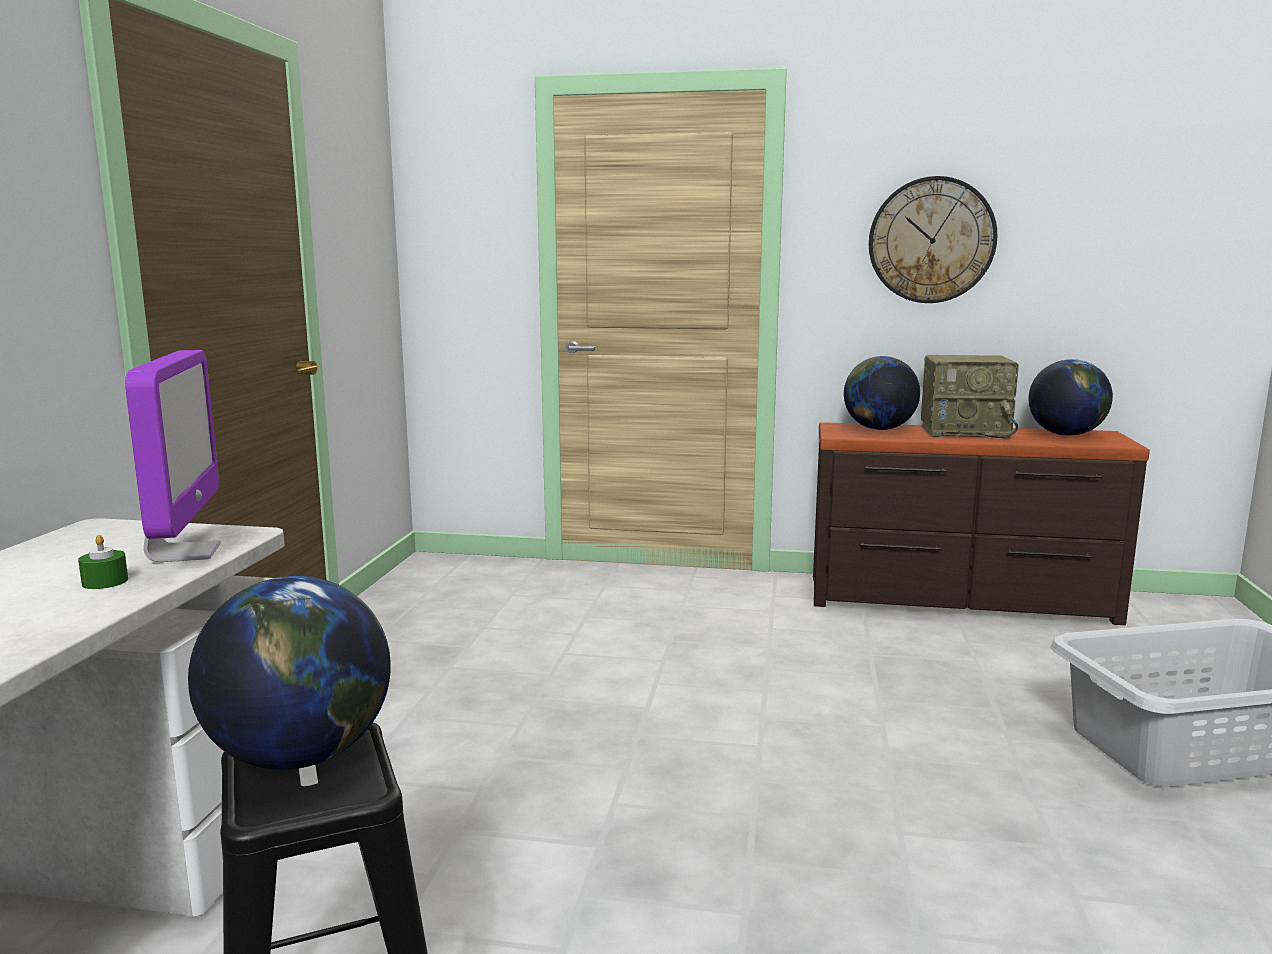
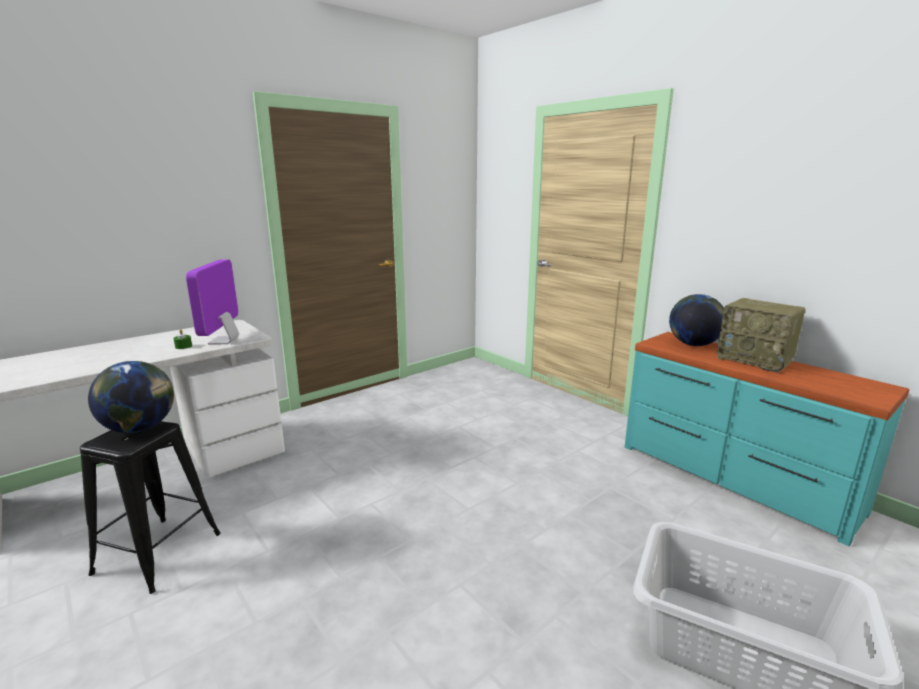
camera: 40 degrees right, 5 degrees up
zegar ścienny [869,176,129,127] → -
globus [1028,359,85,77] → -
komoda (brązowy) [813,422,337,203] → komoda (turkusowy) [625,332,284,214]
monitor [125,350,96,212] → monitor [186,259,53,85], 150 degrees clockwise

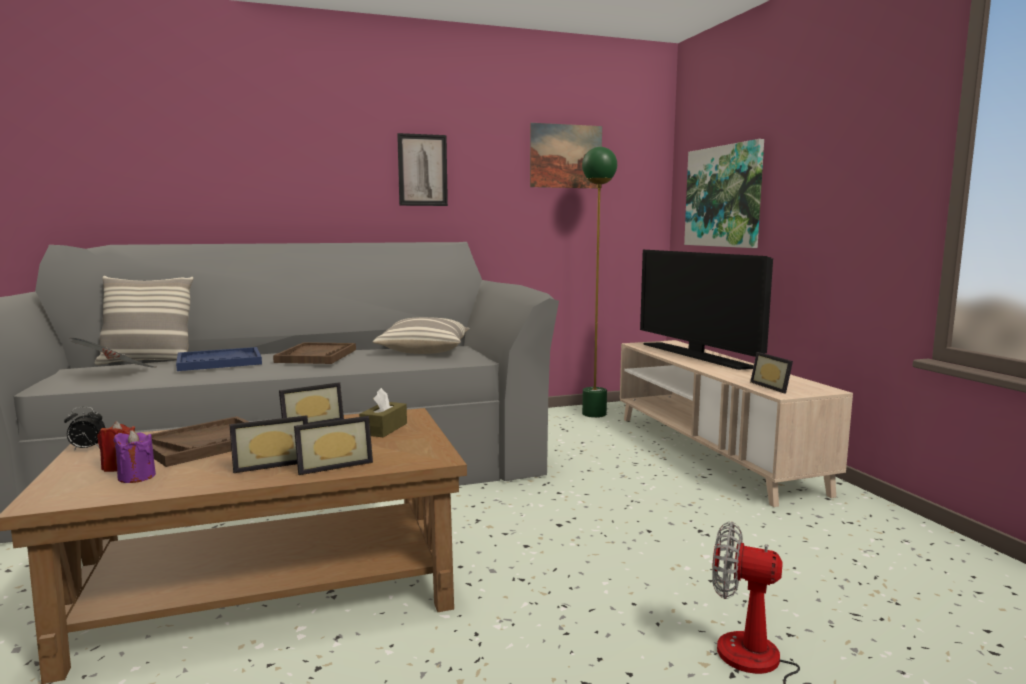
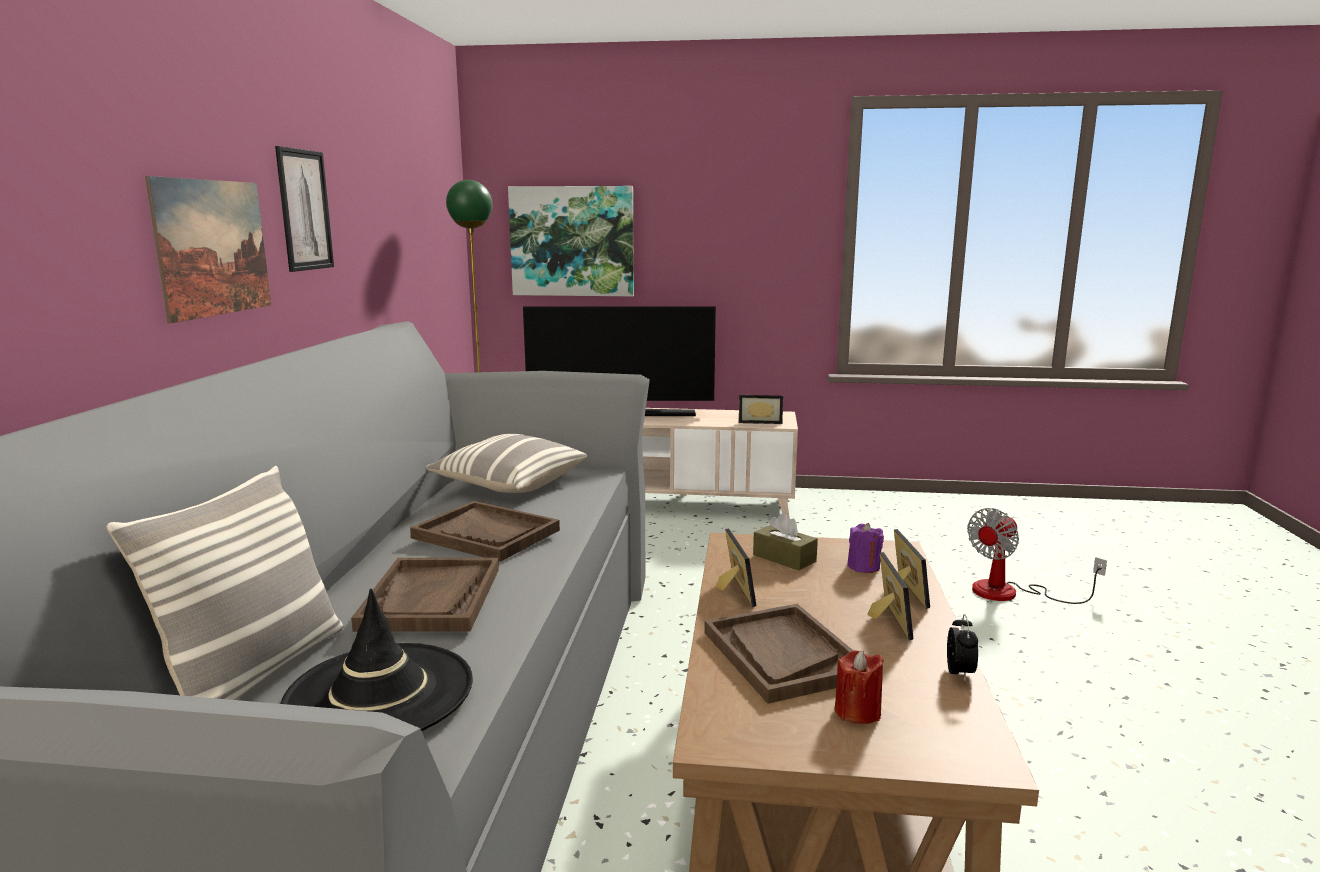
camera: 65 degrees left, 5 degrees up
budzik [64,407,42,43] → budzik [947,614,31,68], relocated
świeca (fioletowy) [113,430,43,53] → świeca (fioletowy) [847,523,37,50], relocated
obraz [530,123,72,65] → obraz [145,176,126,147], relocated
gazeta [70,338,85,30] → kapelusz (czarny) [280,588,193,143]
taca (niebieski) [176,347,86,24] → taca (brązowy) [351,558,148,73]

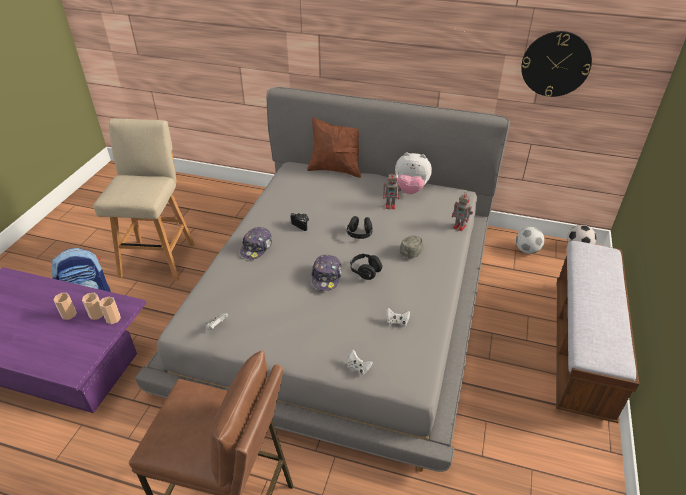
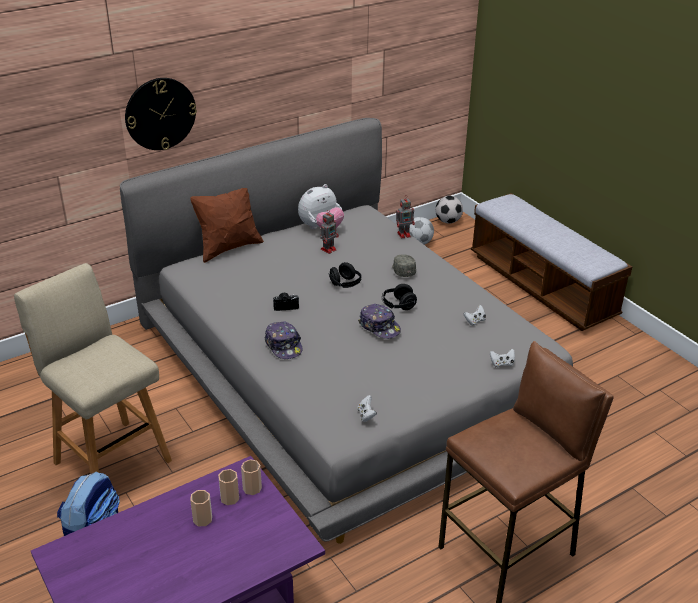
camera: 50 degrees left, 5 degrees down
zegar ścienny [521,31,71,66] → zegar ścienny [125,78,72,72], relocated

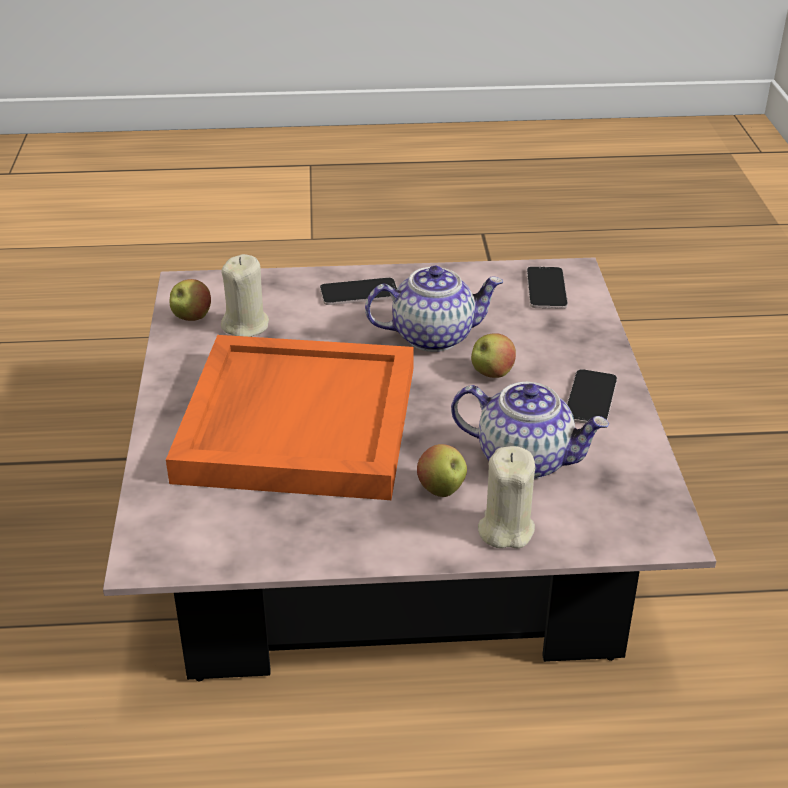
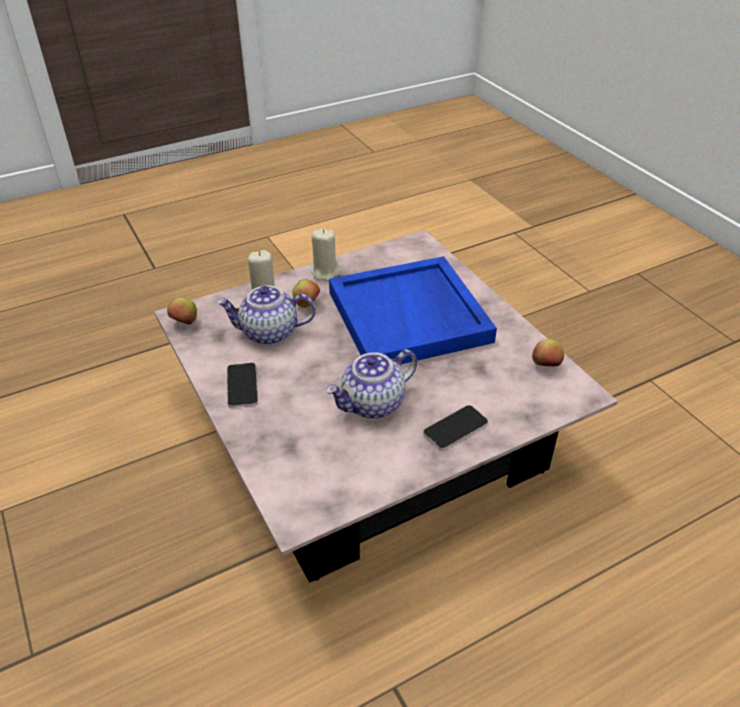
camera: 155 degrees right, 5 degrees up
telefon [526,266,42,43] → -
świeca (beżowy) [221,254,48,83] → świeca (beżowy) [311,229,29,52], relocated
jabłko [471,333,45,45] → jabłko [167,297,30,28], relocated
taca (pomarańczowy) [166,335,248,165] → taca (niebieski) [329,256,168,108]

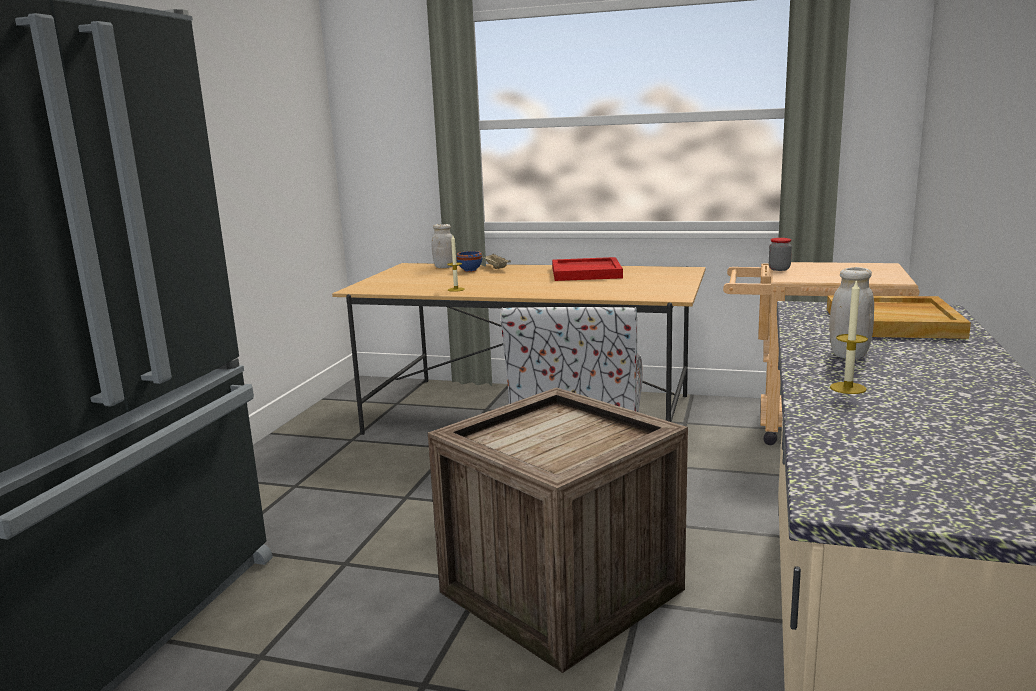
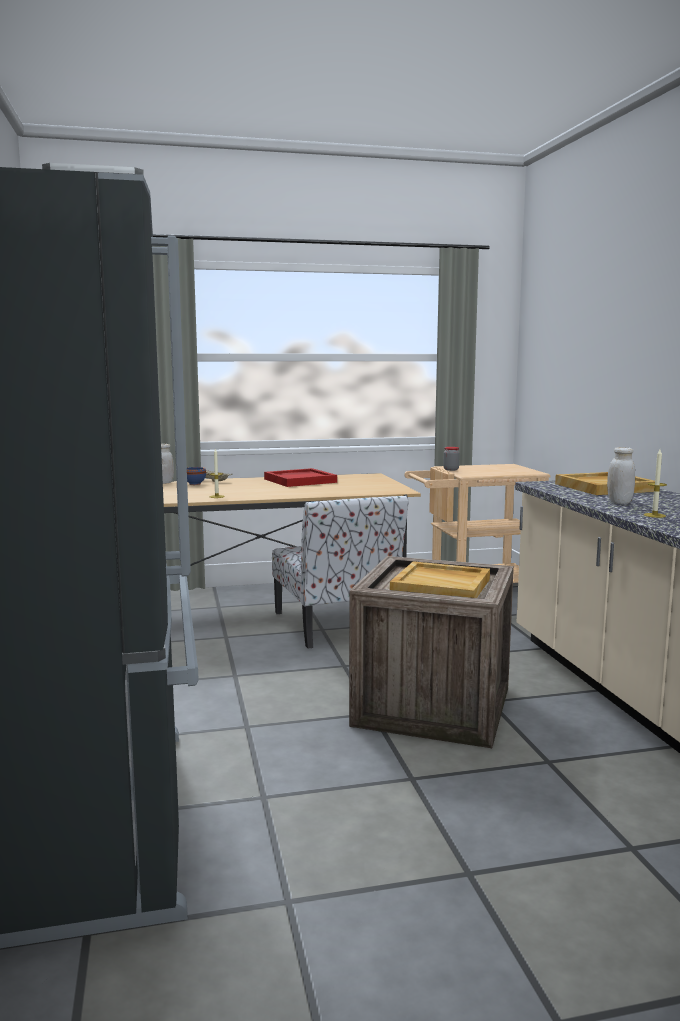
camera: 30 degrees left, 5 degrees down
- → taca (beżowy) [390,561,100,37]

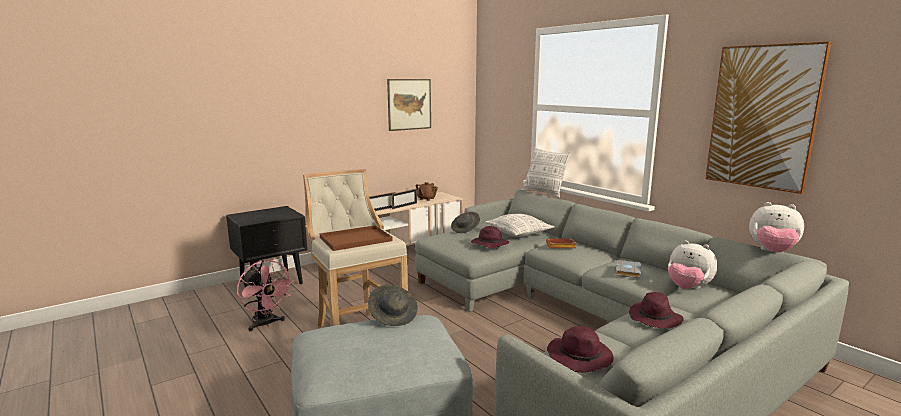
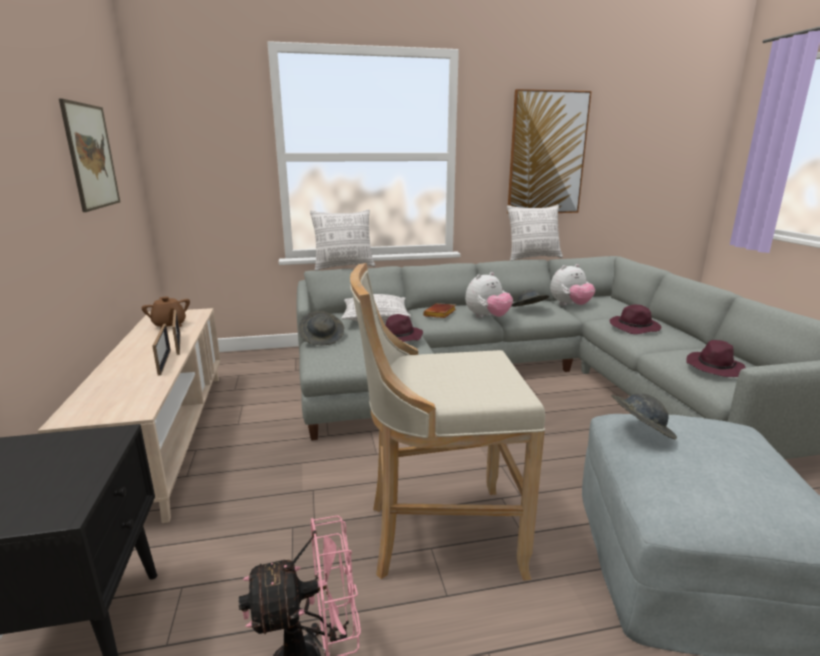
camera: 65 degrees left, 5 degrees up
taca (brązowy) [320,225,73,26] → -
- → poduszka [507,205,56,56]
pluszak [749,202,55,50] → pluszak [465,272,48,46], relocated
książka (szary) [615,260,27,18] → kapelusz (szary) [512,290,37,17]

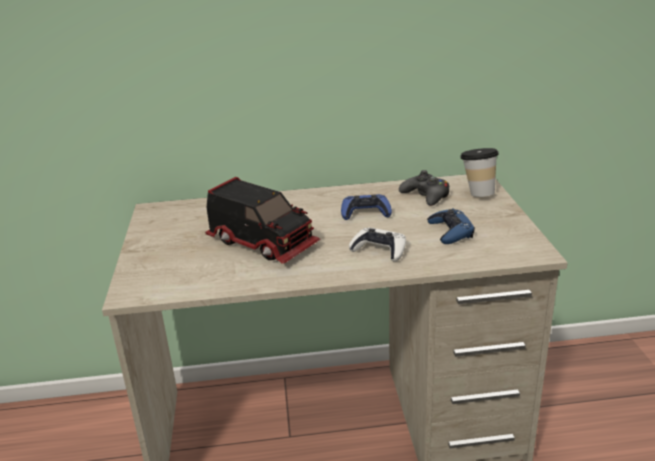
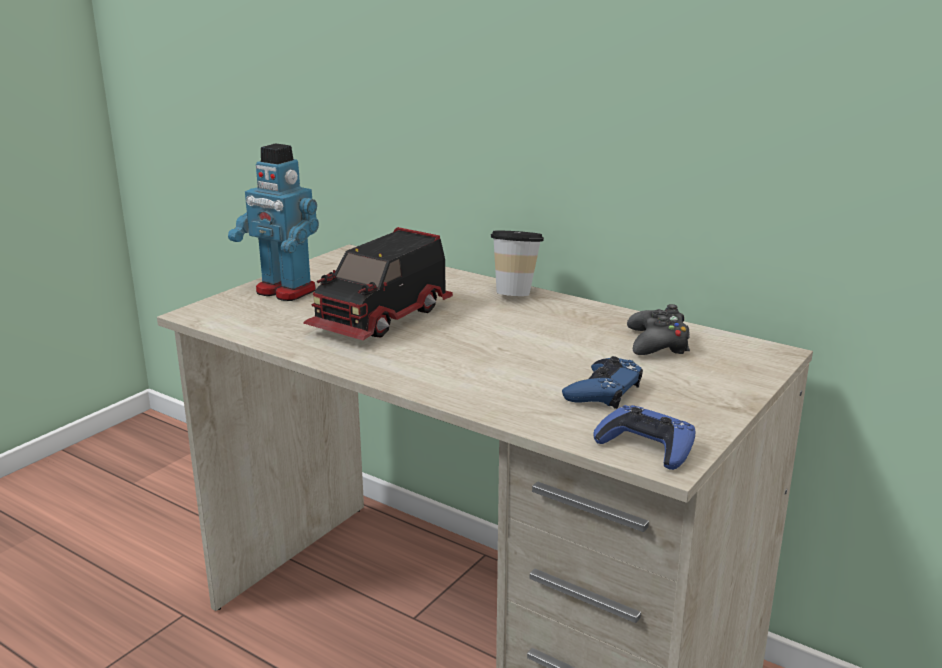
camera: 40 degrees right, 5 degrees down
pad do gier (biały) [349,227,57,34] → -
- → robot zabawkowy [228,143,91,158]
pad do gier (niebieski) [341,194,51,26] → pad do gier (niebieski) [593,405,102,65], relocated
filiżanka [460,148,39,49] → filiżanka [491,231,53,65], relocated
ciężarówka zabawkowa [205,177,116,87] → ciężarówka zabawkowa [303,227,150,113], 45 degrees clockwise

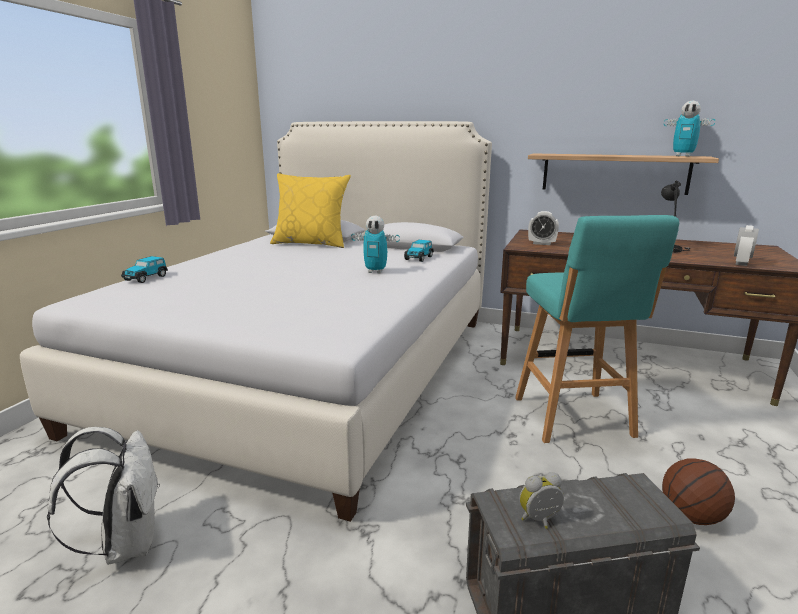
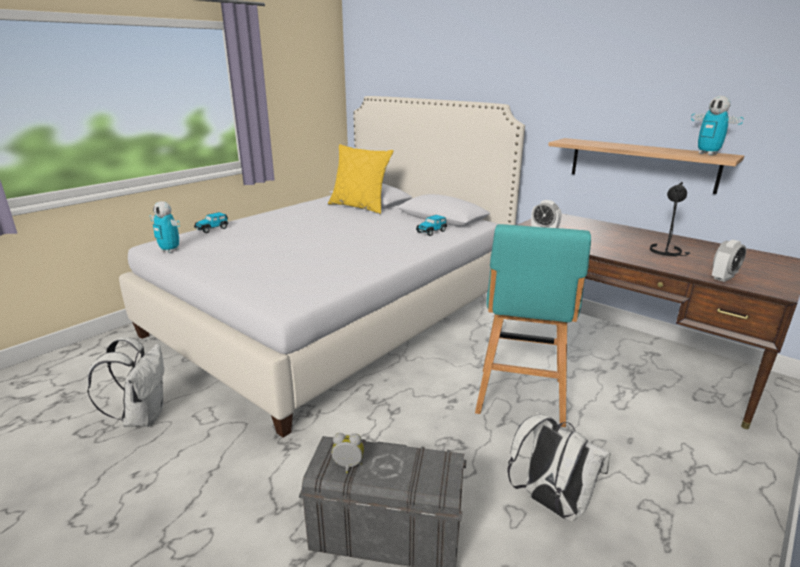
camera: 20 degrees right, 5 degrees up
robot zabawkowy [351,216,49,57] → robot zabawkowy [150,201,30,52], relocated
piłka do koszykówki [662,458,73,67] → plecak (biały) [507,412,103,109]

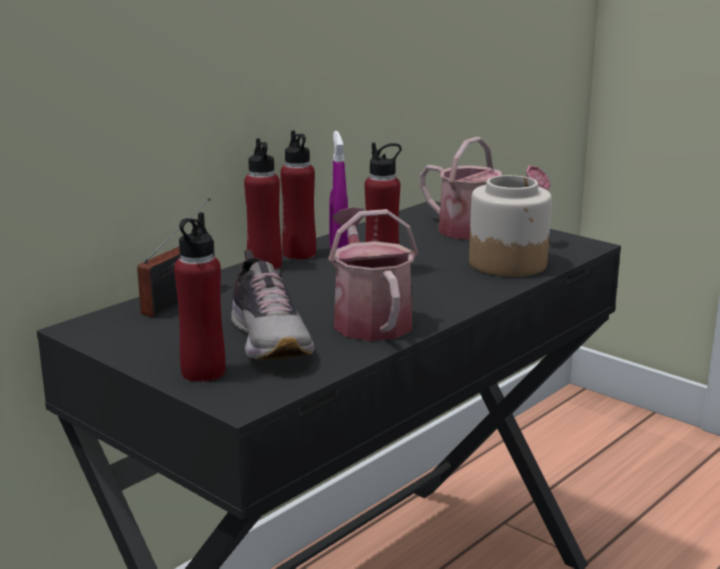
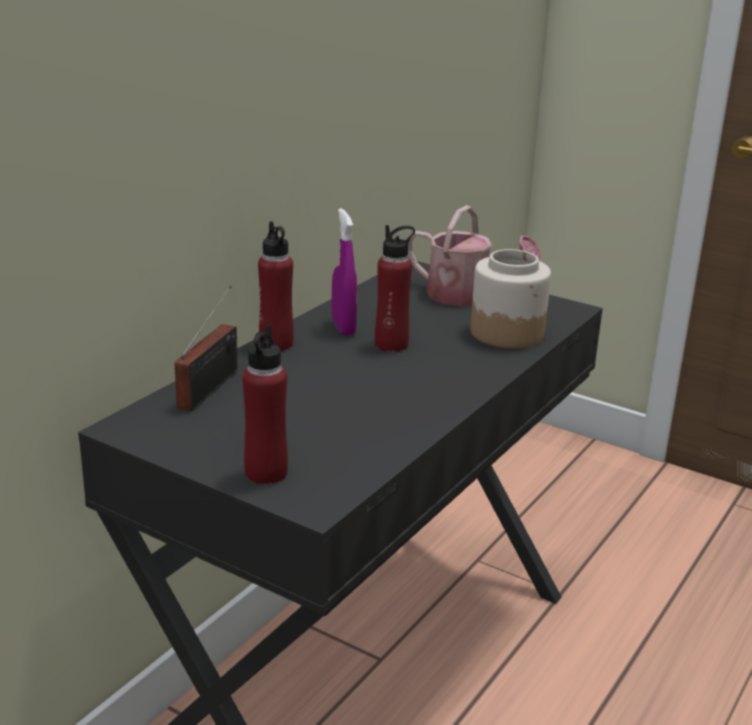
camera: 10 degrees left, 5 degrees up
but [231,249,84,111] → -
butelka (czerwony) [280,131,36,129] → -
konewka [328,207,90,134] → -

